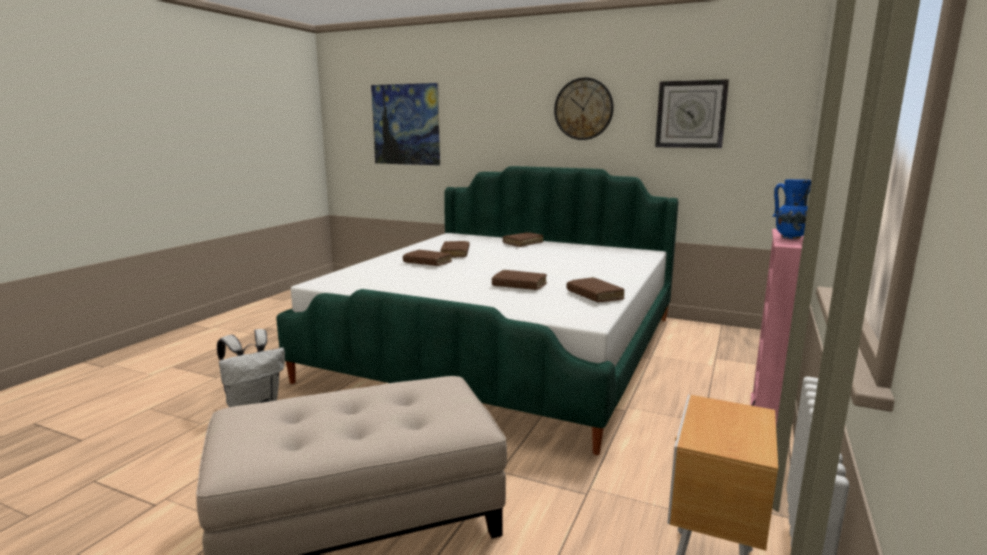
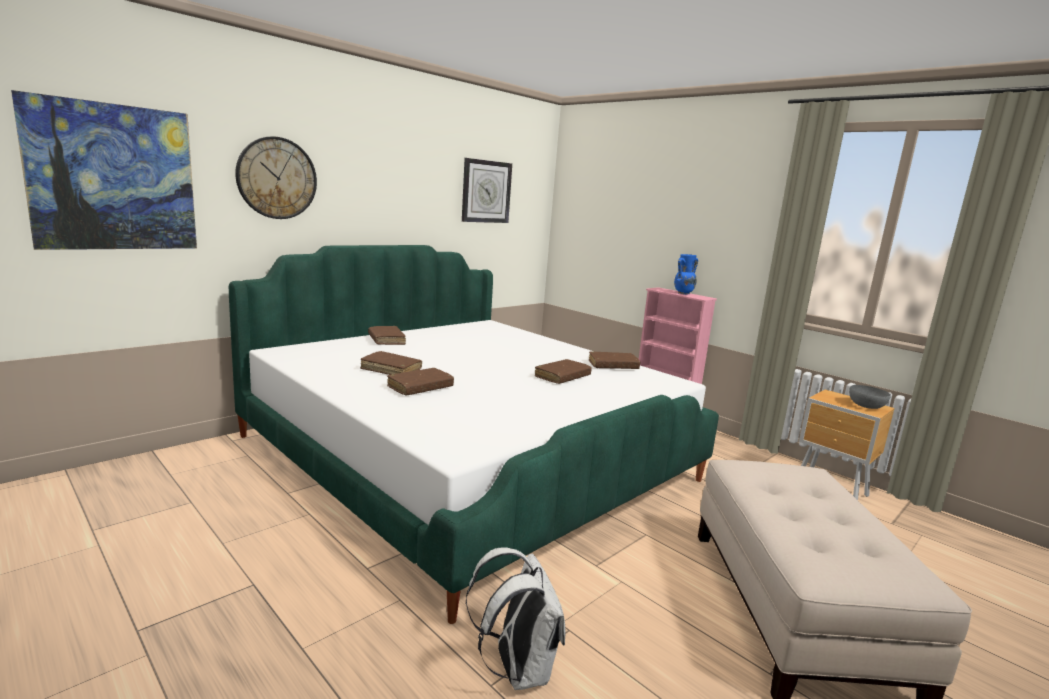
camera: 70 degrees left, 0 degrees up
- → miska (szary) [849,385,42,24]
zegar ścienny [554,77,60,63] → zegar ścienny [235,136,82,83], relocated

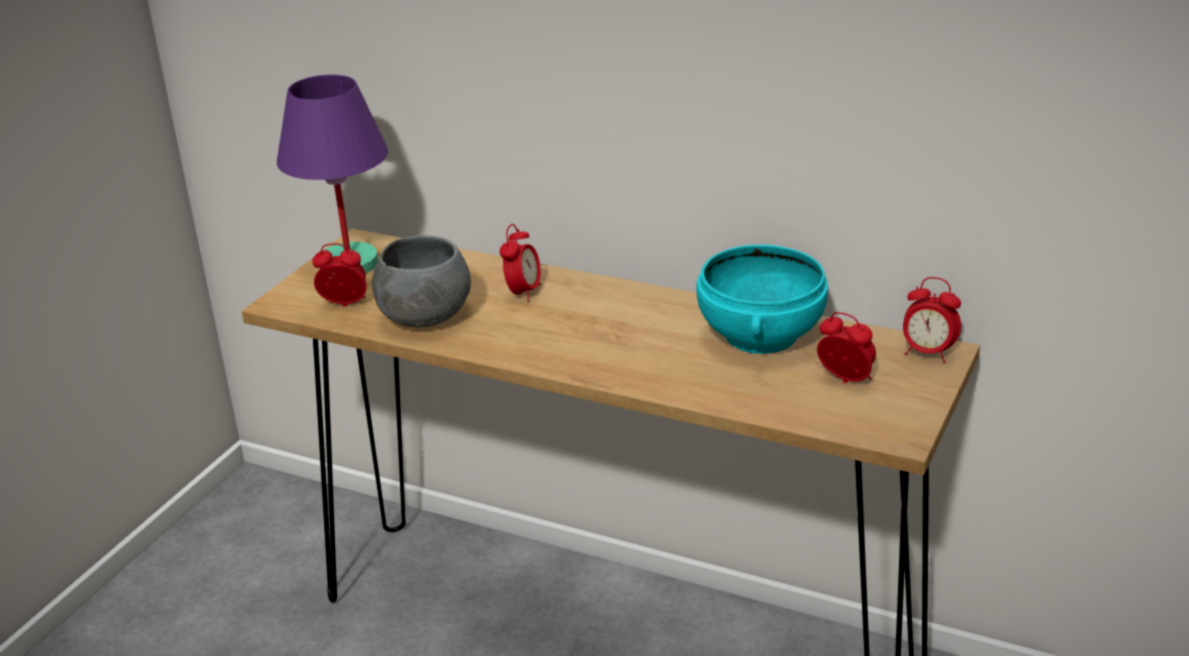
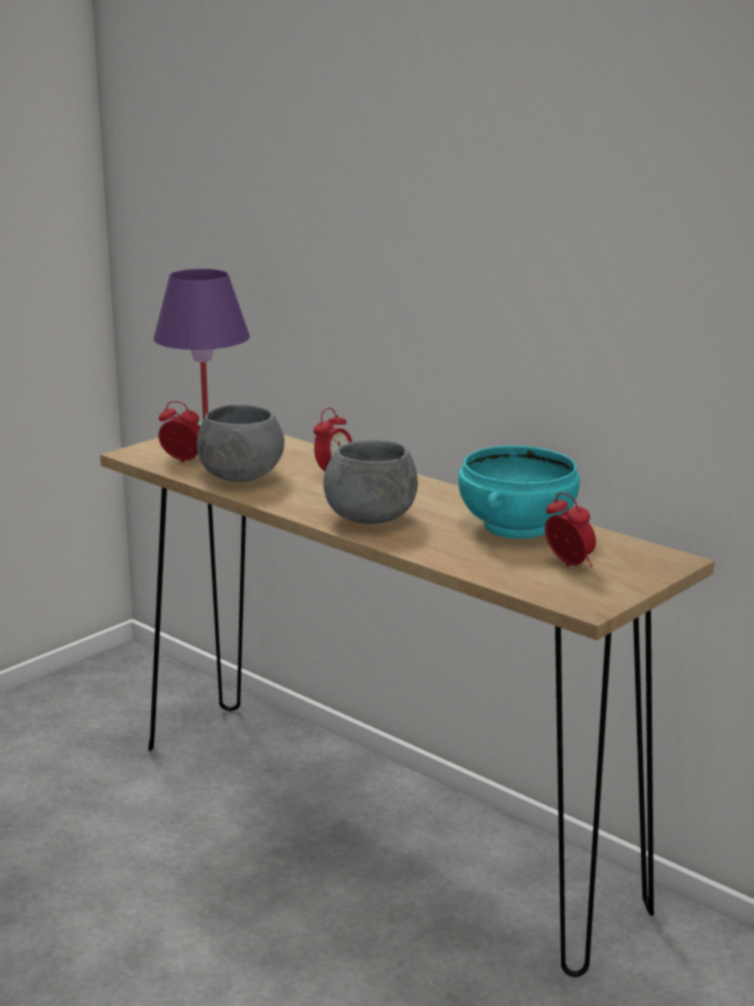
camera: 15 degrees right, 10 degrees down
budzik [903,277,58,86] → -
- → miska (szary) [324,440,94,84]

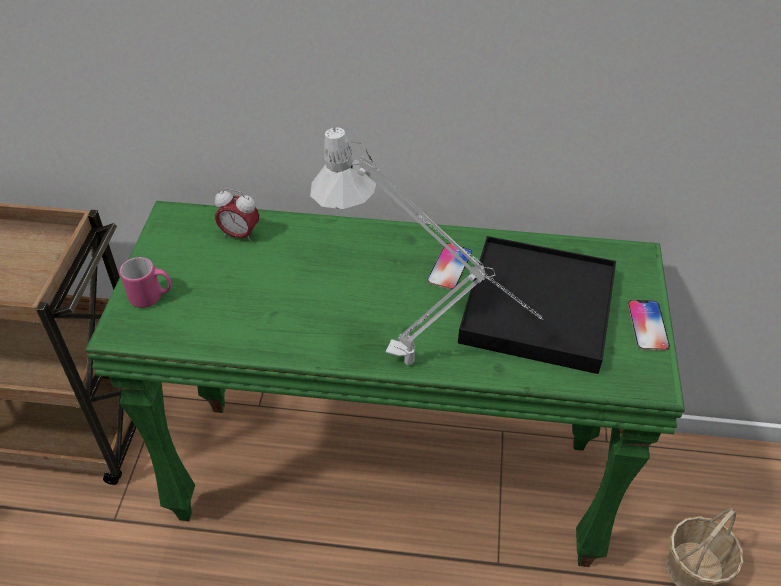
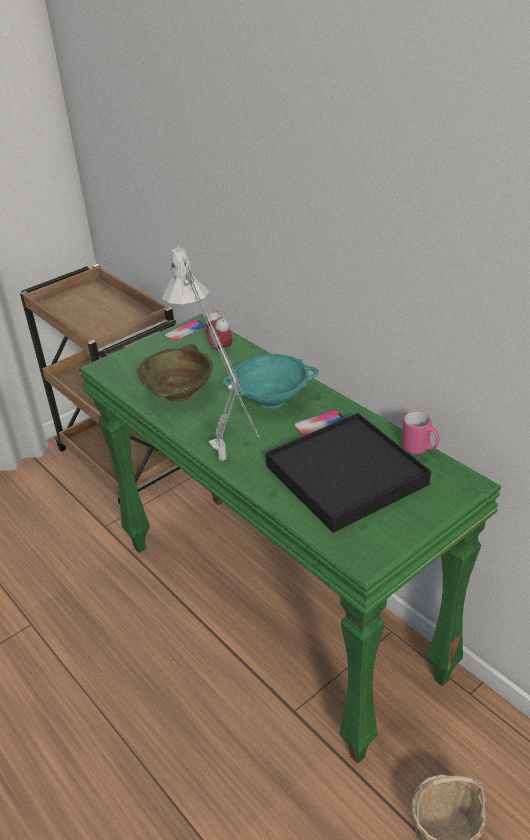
camera: 45 degrees right, 10 degrees down
- → miska (beżowy) [137,344,76,58]
- → miska (turkusowy) [222,354,97,55]
kubek (różowy) [120,257,51,51] → kubek (różowy) [402,411,37,43], relocated
telefon [628,300,42,51] → telefon [164,319,42,23], relocated

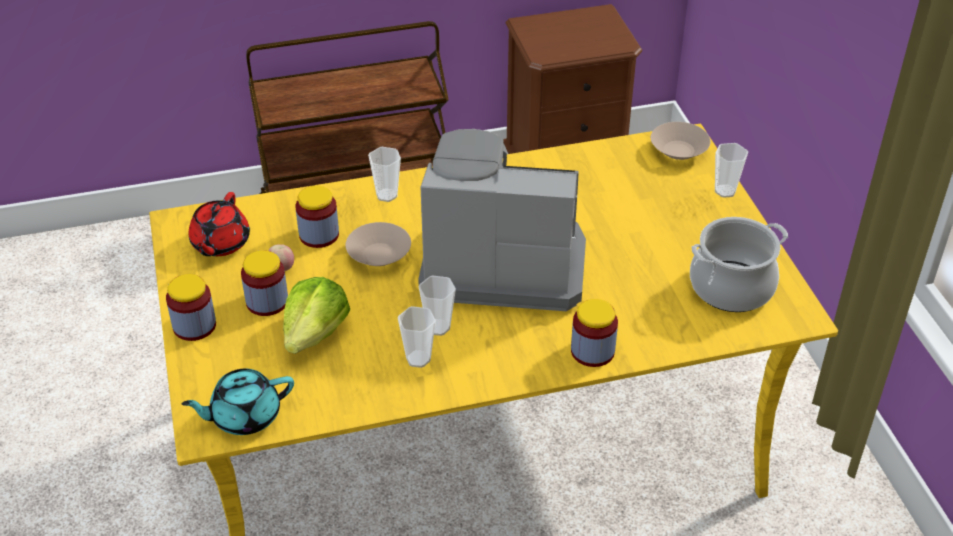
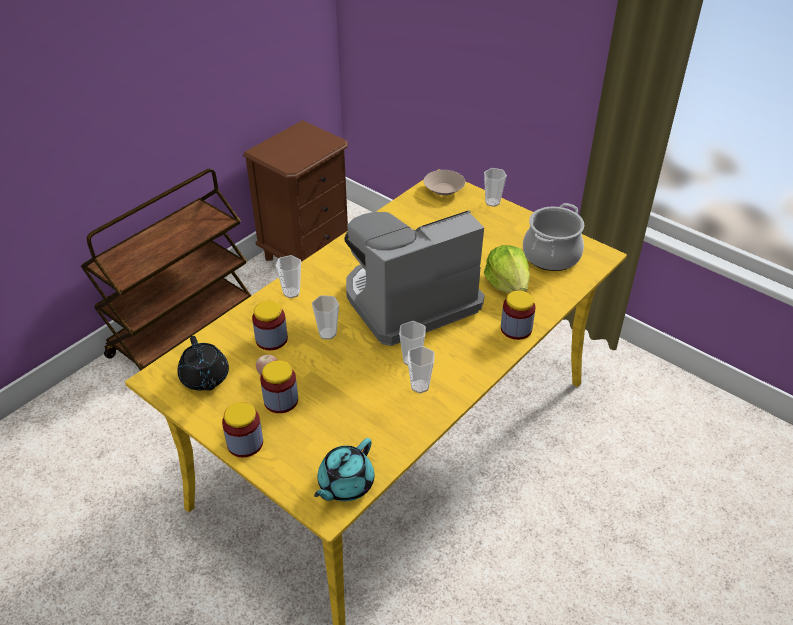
camera: 35 degrees left, 0 degrees up
sałata [283,277,67,77] → sałata [484,245,46,48], relocated
miska (beżowy) [346,222,65,44] → filiżanka [312,295,27,45]
imbryk (czerwony) [188,192,62,64] → imbryk (czarny) [178,336,51,55]

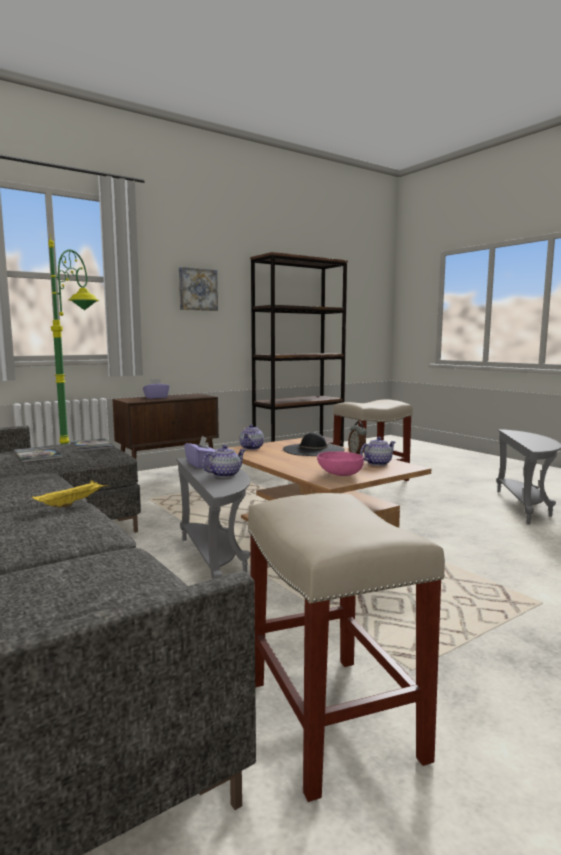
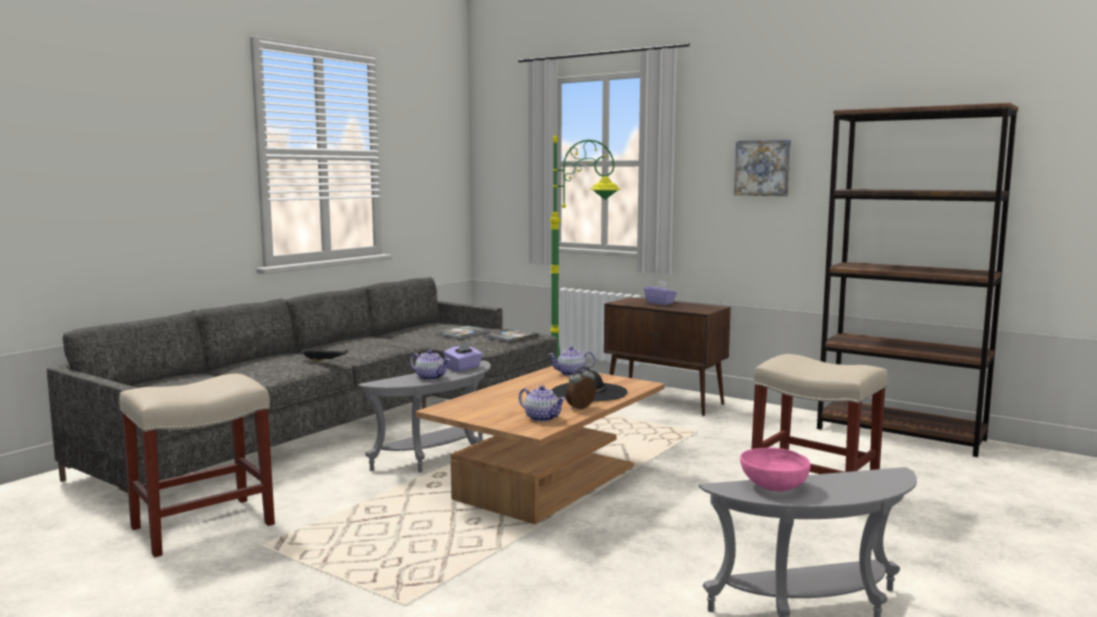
camera: 70 degrees right, 0 degrees up
miska (różowy) [317,451,47,25] → miska (różowy) [740,447,71,45], relocated
taca (żółty) [32,480,76,27] → taca (czarny) [298,348,50,14]

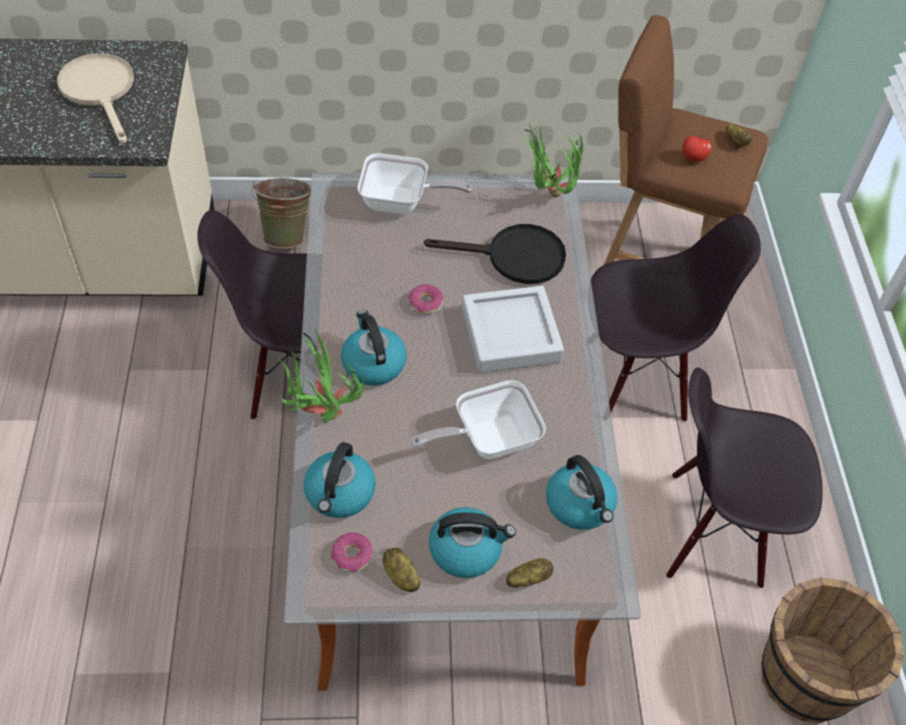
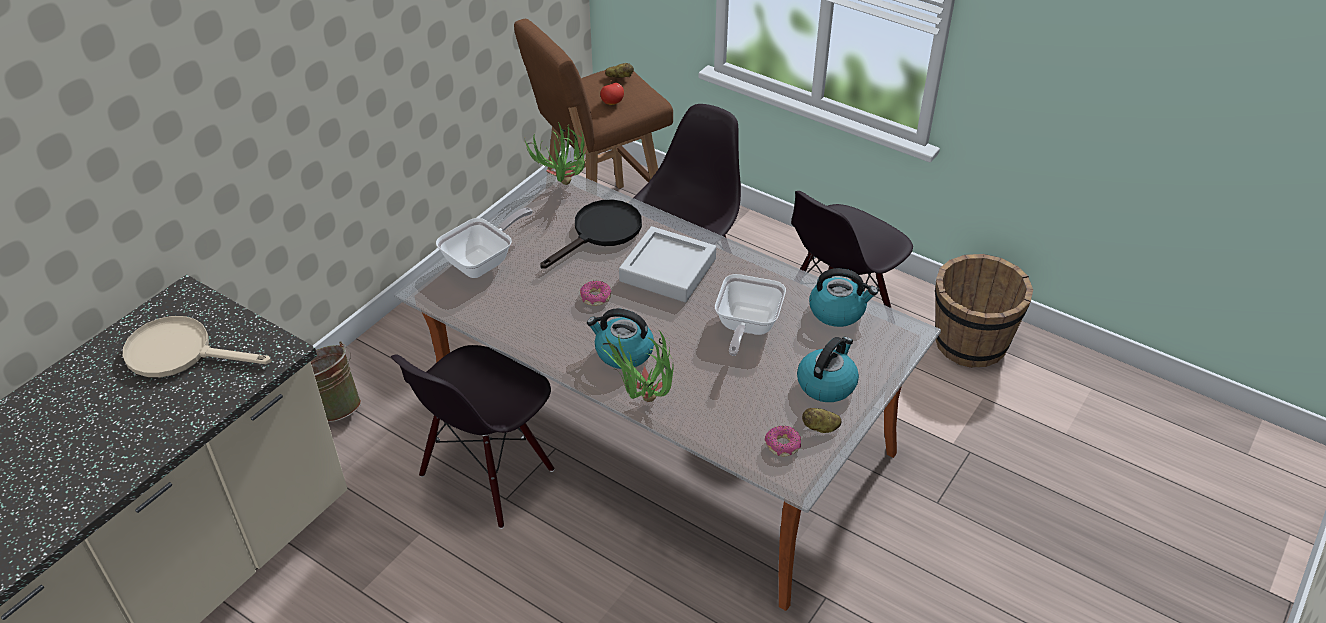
camera: 50 degrees left, 10 degrees down
czajnik [304,442,72,76] → -
ziemniak [506,558,47,30] → -

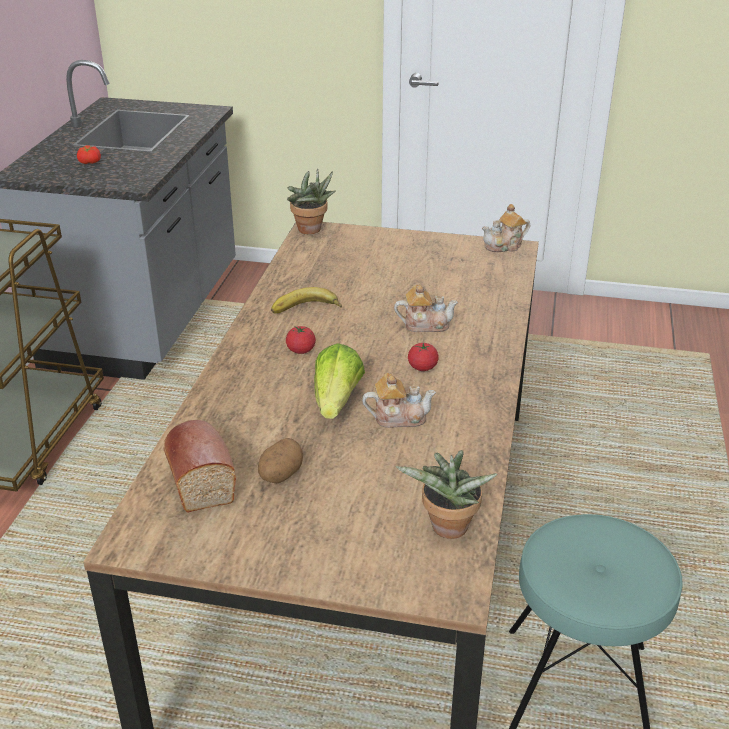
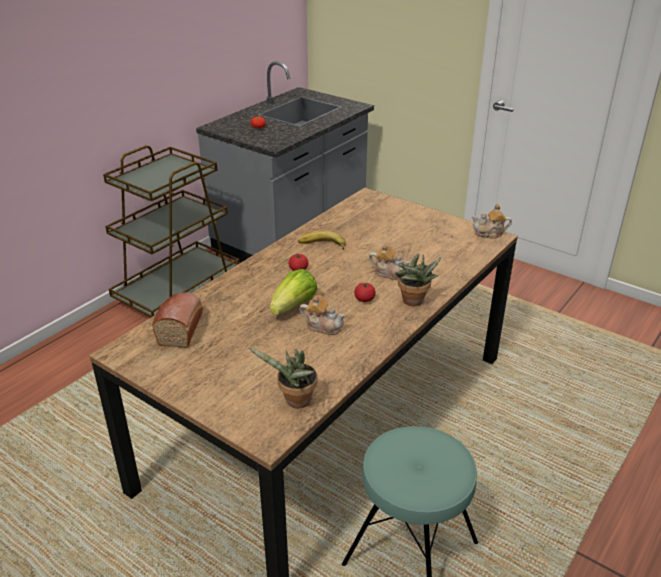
camera: 25 degrees right, 0 degrees up
ziemniak [258,438,45,45] → -
roślina doniczkowa [287,168,49,66] → roślina doniczkowa [395,253,46,53], relocated

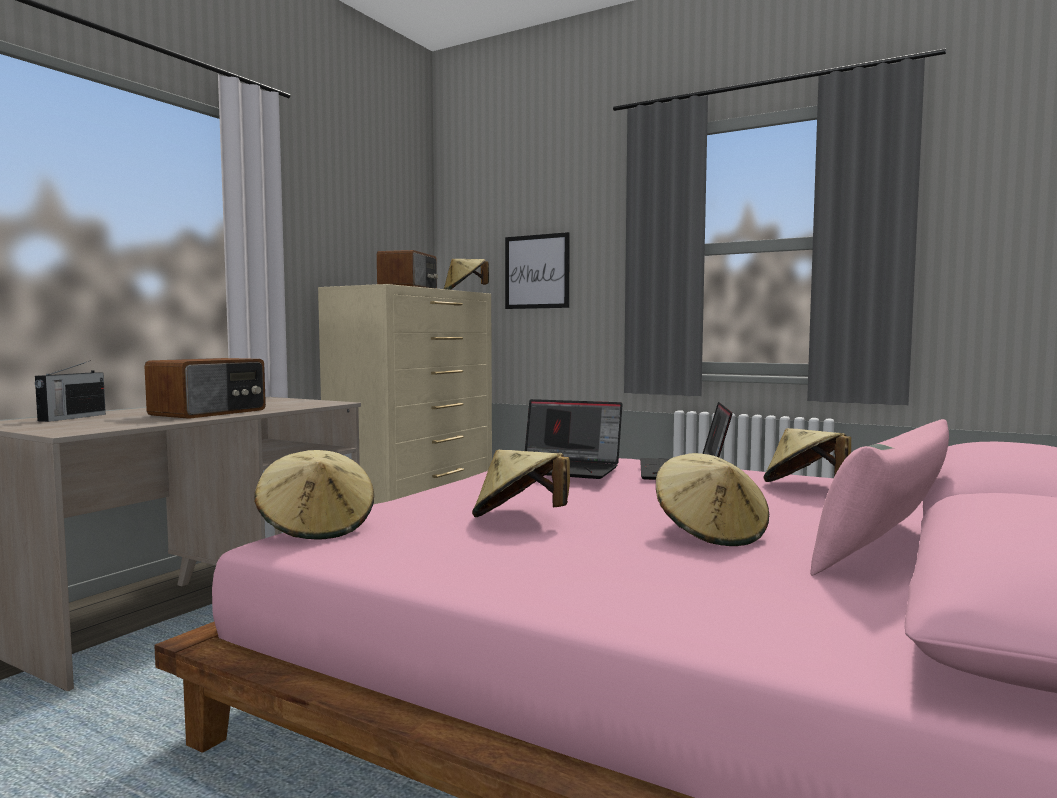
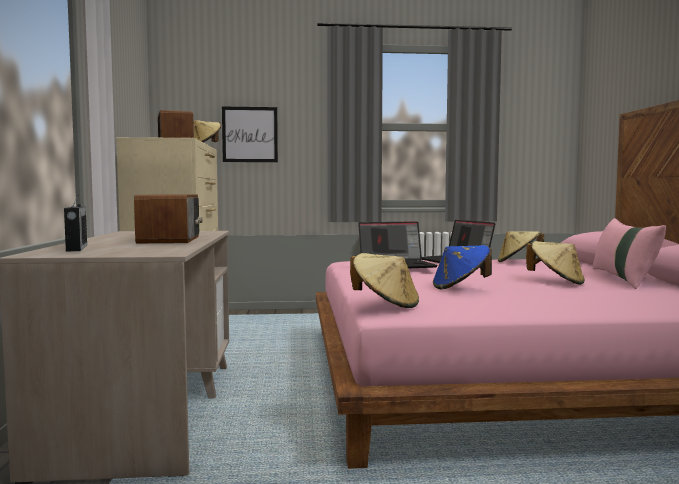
camera: 35 degrees left, 0 degrees up
kapelusz (beżowy) [472,450,98,67] → kapelusz (niebieski) [433,245,59,44]

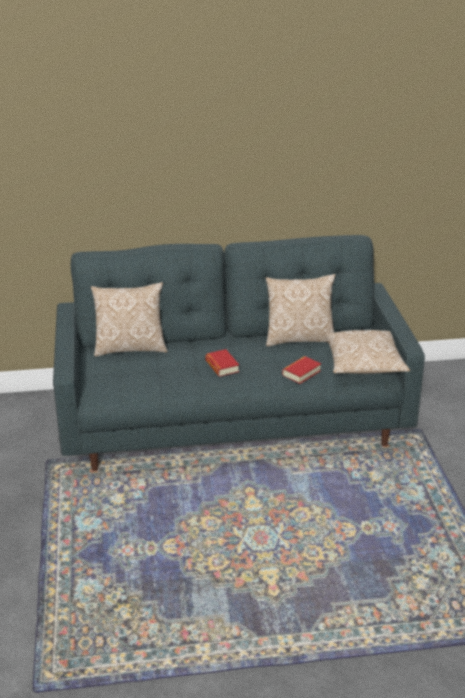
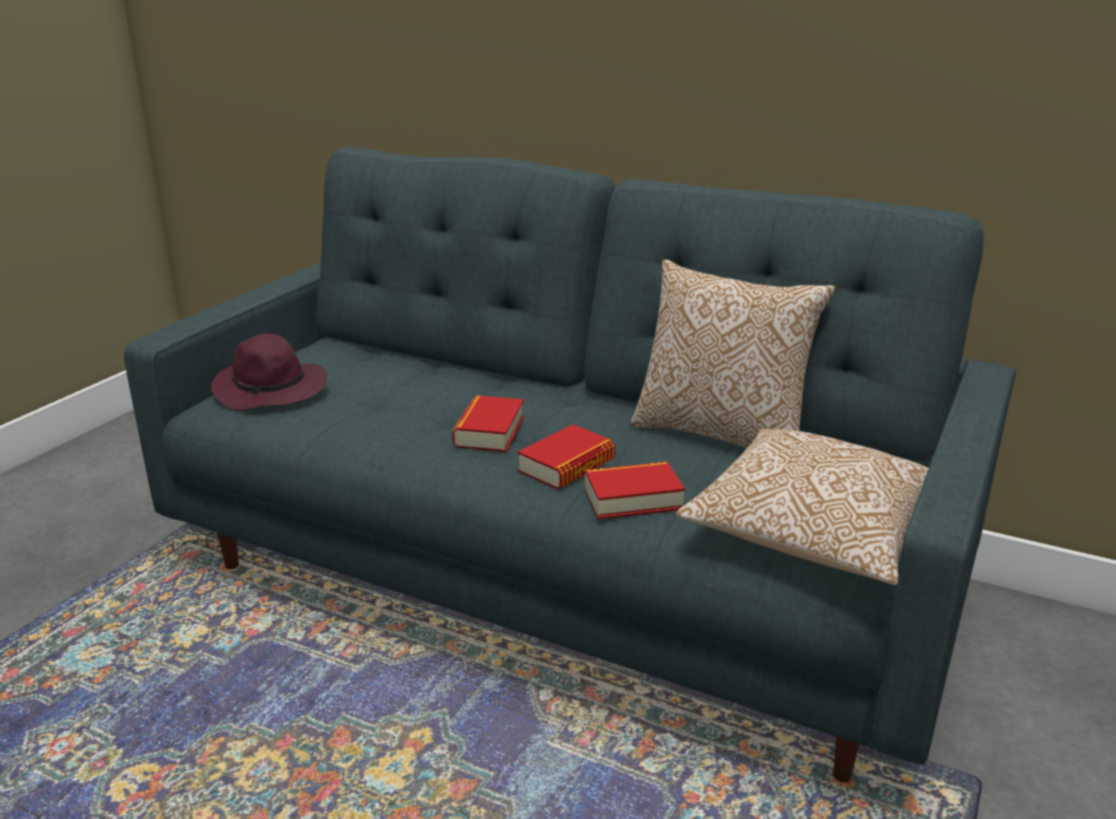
camera: 35 degrees right, 5 degrees down
poduszka [91,282,76,75] → -
- → kapelusz (fioletowy) [211,334,116,76]
- → książka [518,424,97,66]

